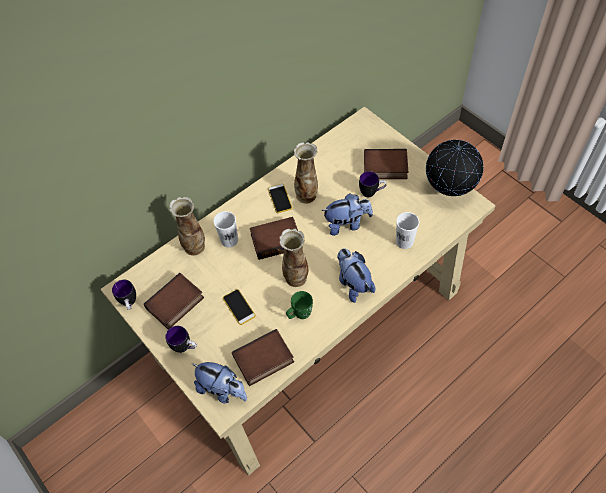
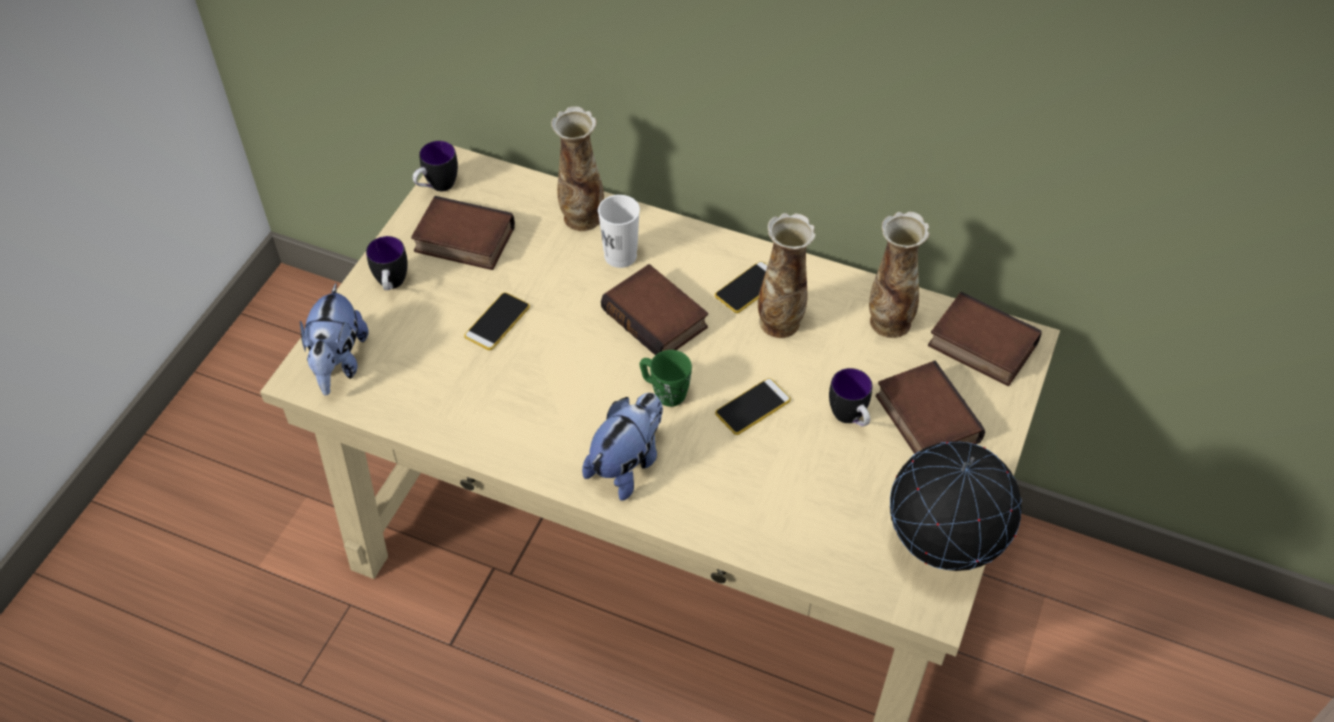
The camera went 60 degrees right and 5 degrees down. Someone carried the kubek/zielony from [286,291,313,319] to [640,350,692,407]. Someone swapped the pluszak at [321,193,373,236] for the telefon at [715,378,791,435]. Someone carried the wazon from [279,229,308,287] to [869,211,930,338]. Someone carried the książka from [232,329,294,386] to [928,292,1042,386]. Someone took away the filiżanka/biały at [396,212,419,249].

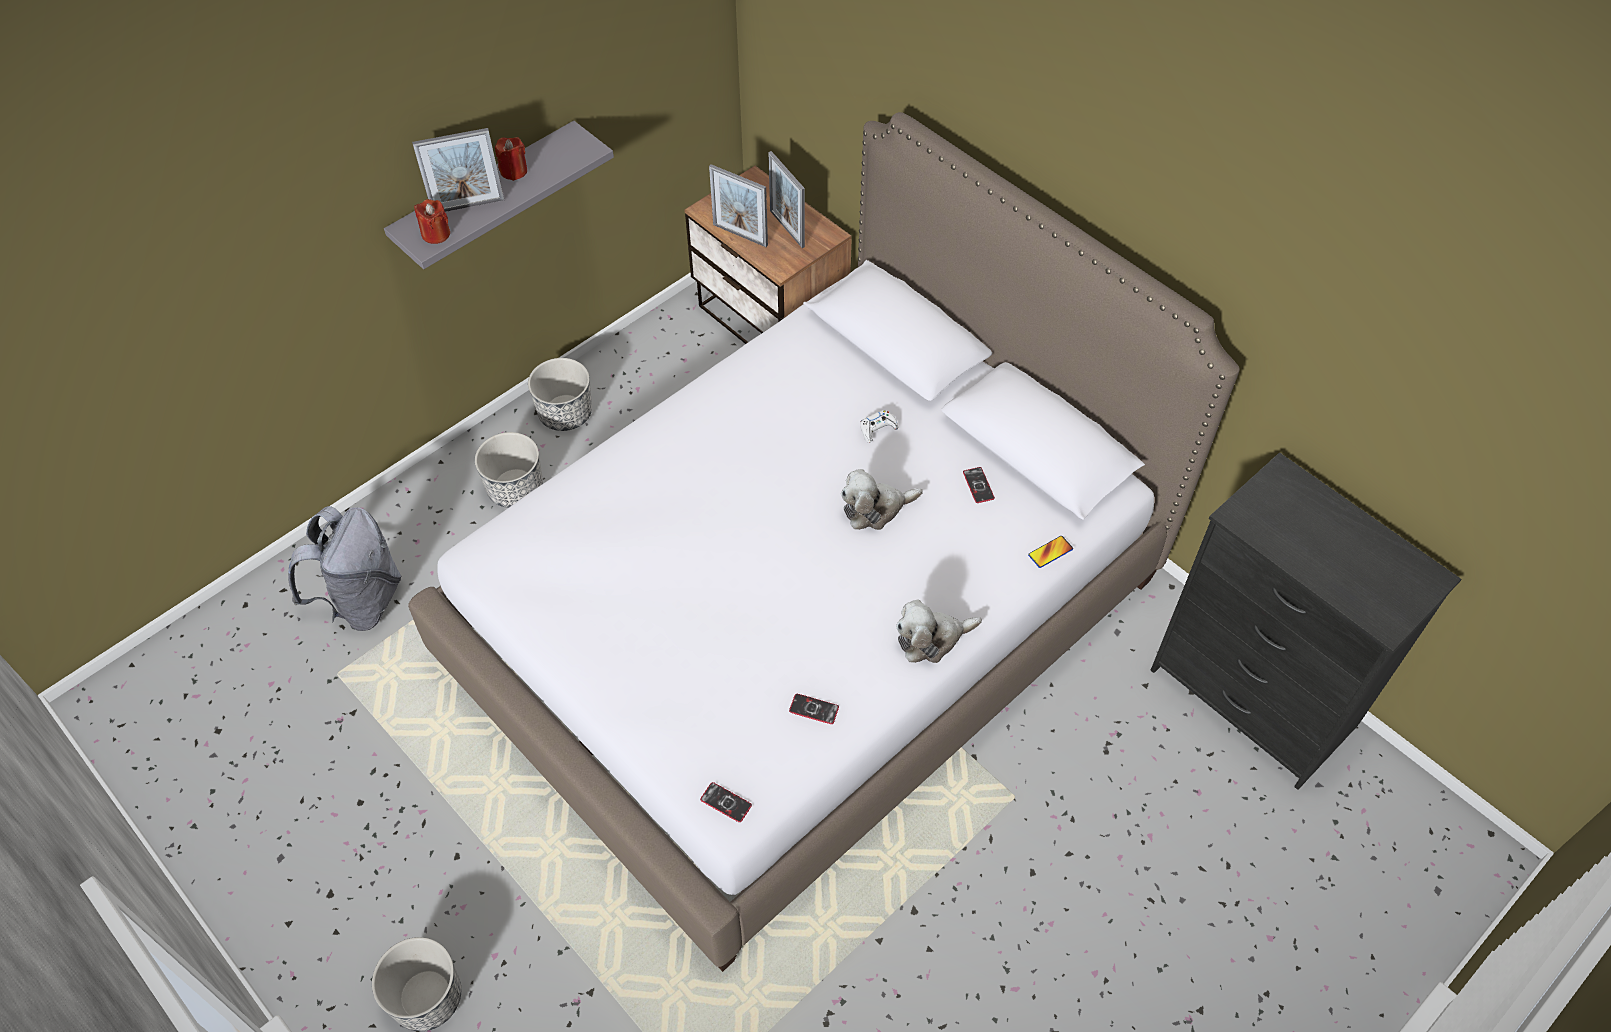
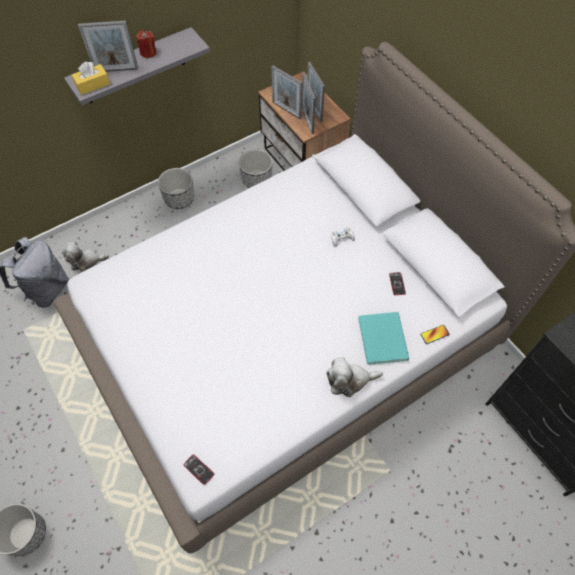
The camera went 10 degrees right and 5 degrees up. Someone carried the pluszak from [841,469,923,530] to [62,242,109,272]. Someone swapped the świeca/czerwony at [414,199,450,244] for the pudełko chusteczek/żółty at [72,62,110,95]. Someone carried the donica from [475,432,543,508] to [239,149,273,188]. Someone put down the ramka na zdjęcie at [302,72,316,134]. Someone put down the książka/turkusowy at [358,312,409,365]. Someone took away the telefon at [789,694,839,724].

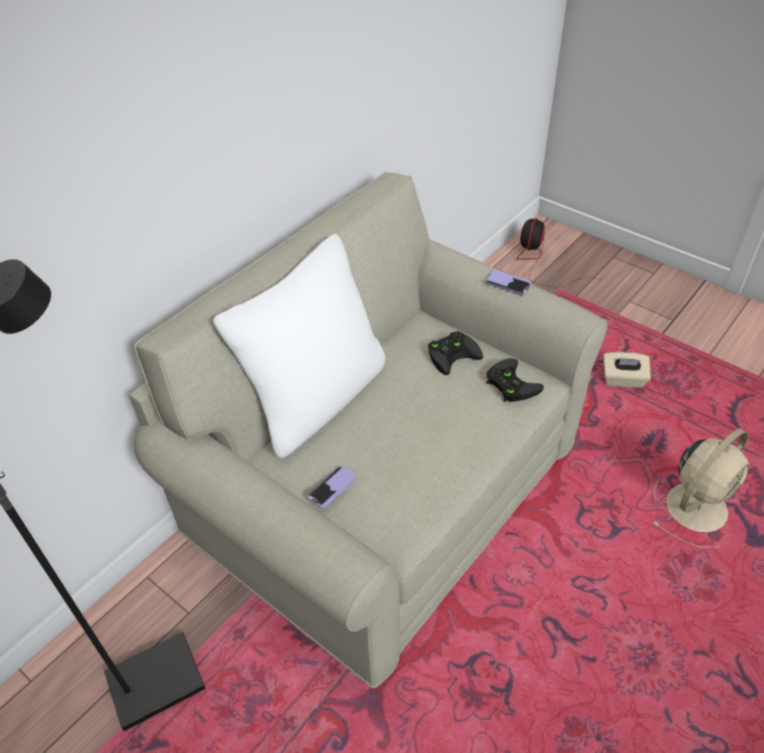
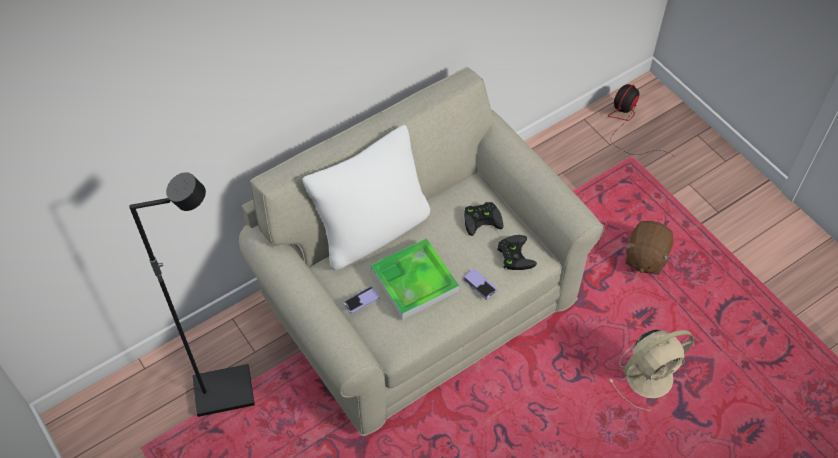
The camera went 15 degrees right and 10 degrees up. Someone put down the taca at [371,238,459,320]. Someone carried the telefon from [486,270,532,296] to [463,269,497,300]. Someone swapped the pudełko chusteczek/beżowy at [603,352,651,388] for the pluszak/brązowy at [625,221,673,274].

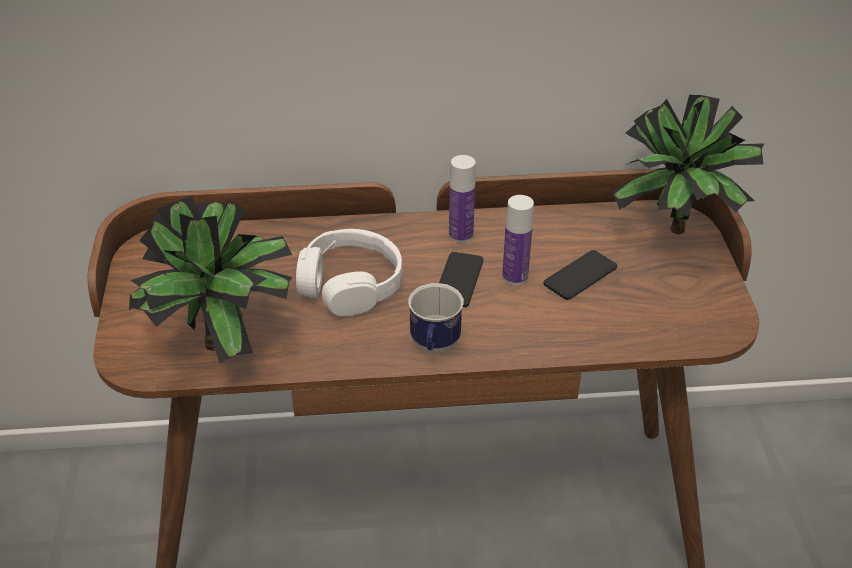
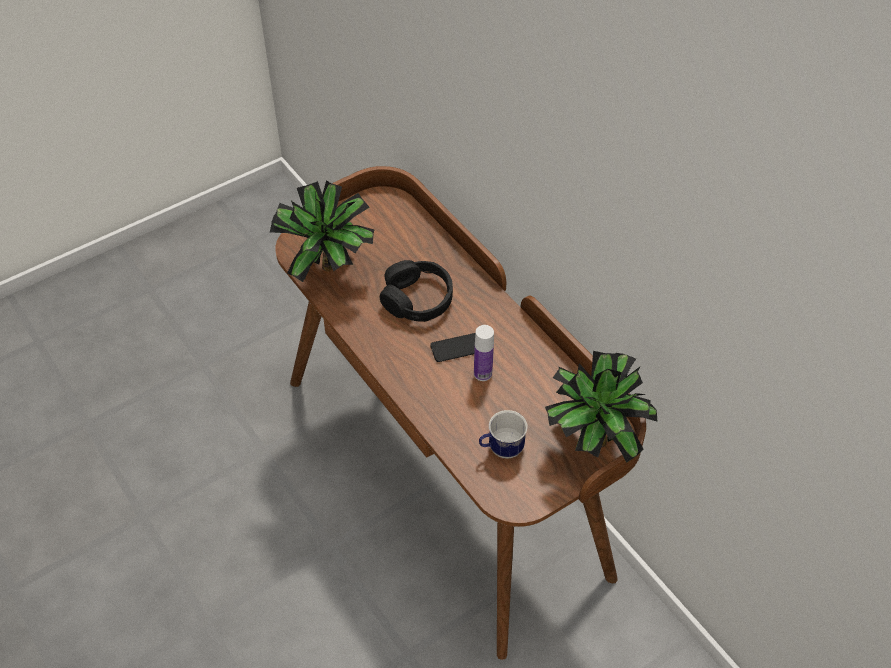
The camera went 60 degrees right and 10 degrees up. Someone repainted the słuchawki/biały at [296,229,402,316], which became the słuchawki/czarny at [380,260,453,322]. Someone carried the kubek from [408,283,464,353] to [479,410,528,458]. Someone took away the butelka at [449,155,476,243]. Someone took away the telefon at [544,250,617,300].

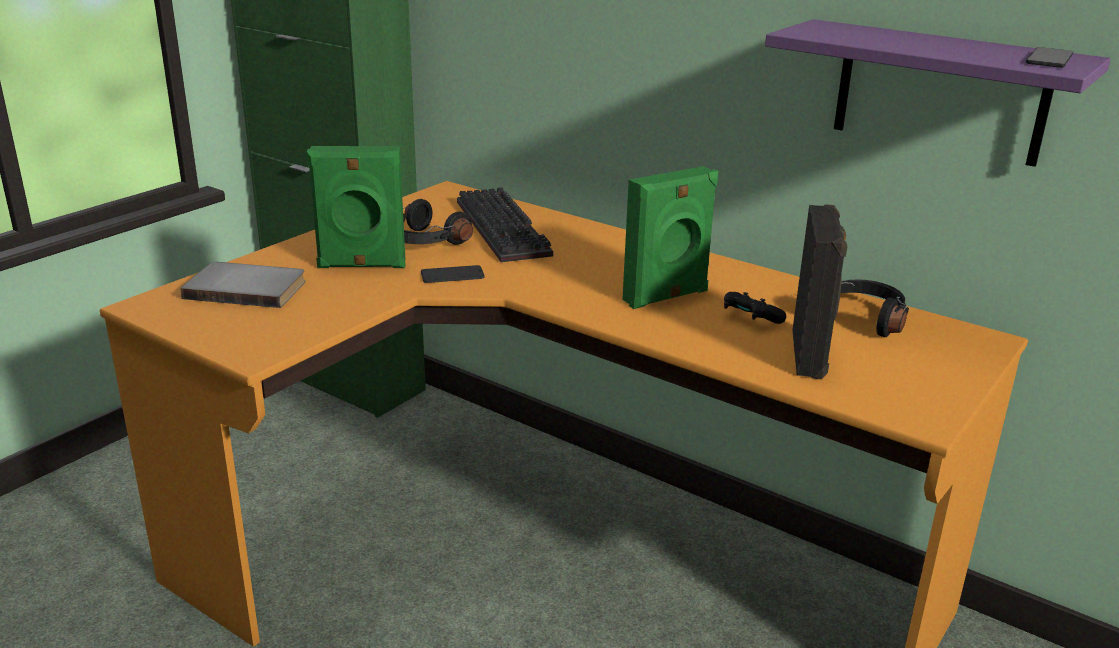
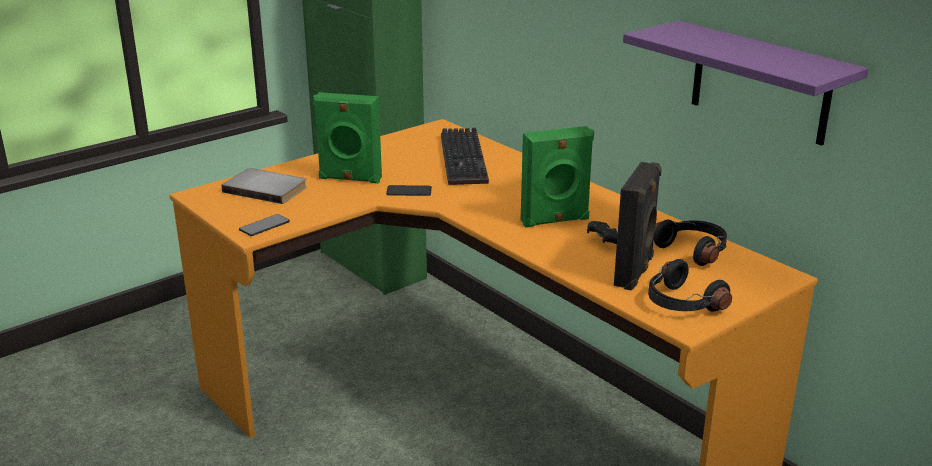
The camera went 15 degrees right and 0 degrees up. Someone carried the telefon from [1026,47,1073,68] to [239,214,290,236]. Someone carried the słuchawki/czarny from [403,199,473,245] to [648,259,732,312].

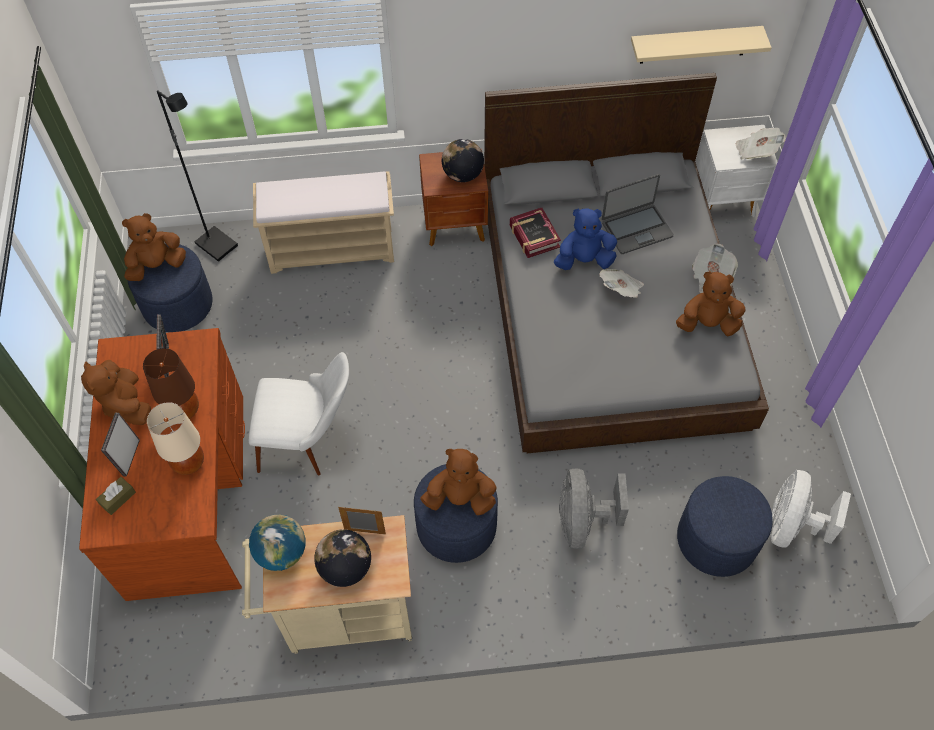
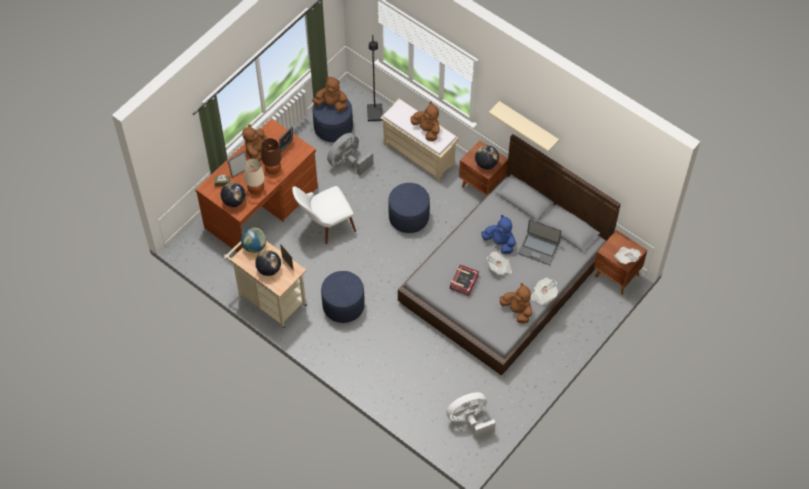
The camera went 45 degrees right and 0 degrees up. Someone put down the globus at [221,182,246,207]. Someone rotated the krzesło/biały at [249,352,349,475] by 105 degrees clockwise. Someone carried the wentylator/szary from [559,468,629,549] to [327,133,373,176]. Someone carried the pufa/niebieski from [677,476,773,577] to [389,183,430,233]. Someone carried the pluszak/brązowy from [420,449,497,515] to [410,102,440,141]. Someone carried the książka from [510,208,561,258] to [450,265,479,296]. Someone carried the półka/beżowy from [631,26,772,64] to [489,101,559,152]. Someone repainted the szafka nocna/biały at [695,125,777,217], which became the szafka nocna/brązowy at [594,230,647,295].

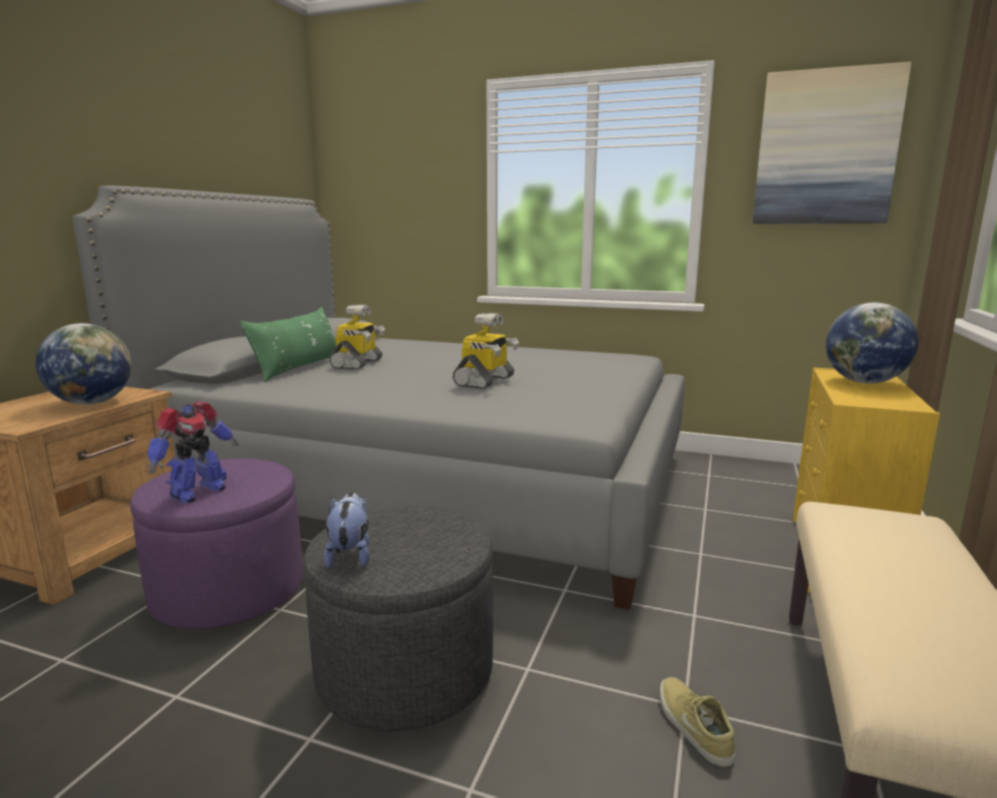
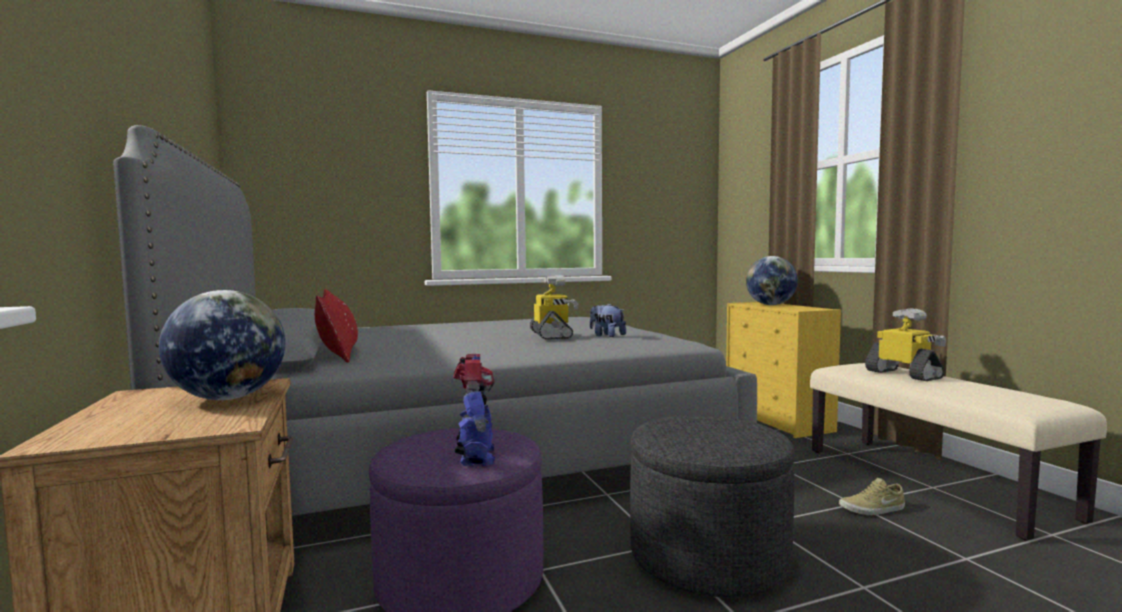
The camera went 40 degrees left and 10 degrees down. Someone repainted the poduszka/zielony at [240,307,336,382], which became the poduszka/czerwony at [315,289,358,363]. Someone carried the pluszak from [323,492,370,569] to [590,303,626,337]. Someone rotated the but/beżowy at [660,677,736,767] by 45 degrees counterclockwise. Someone carried the robot zabawkowy from [329,305,386,370] to [865,308,946,381]. Someone took away the obraz at [752,62,912,224].

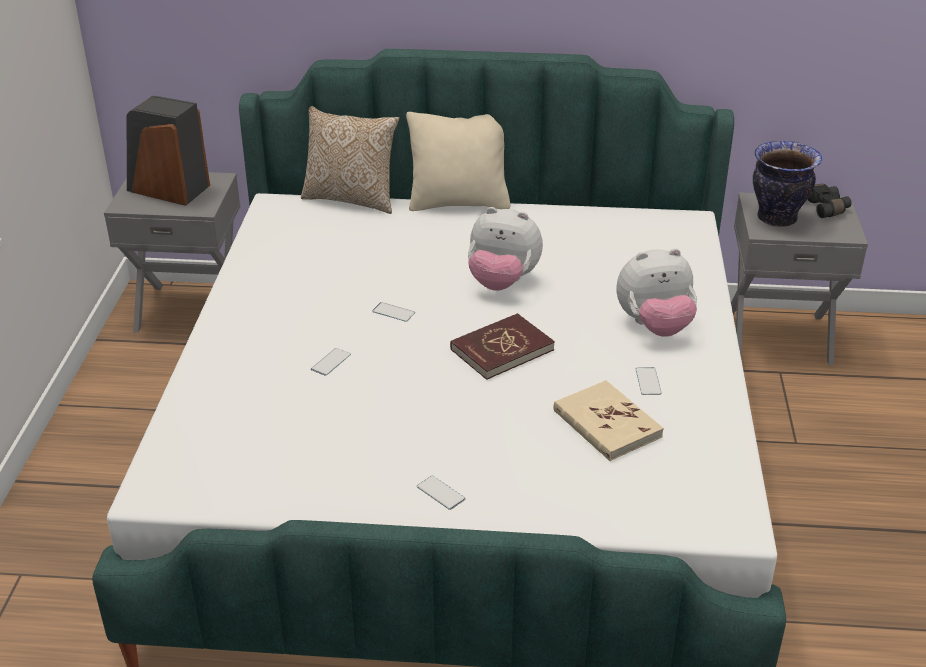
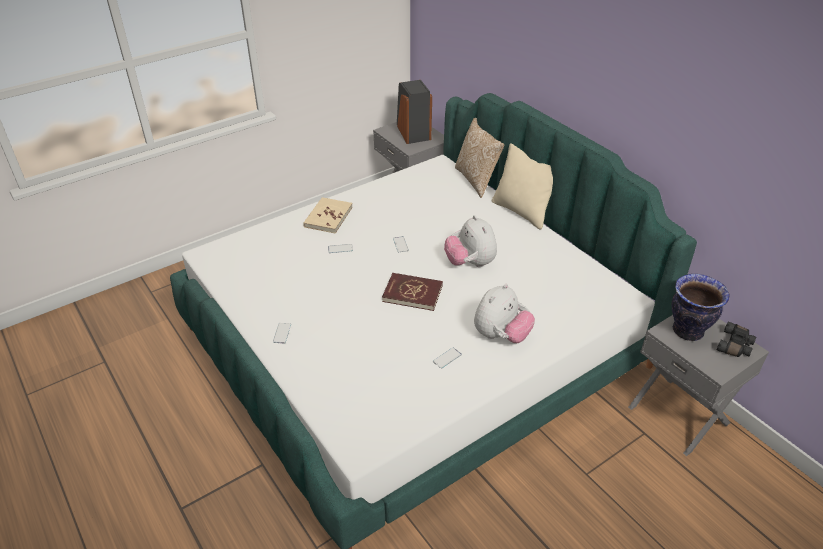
The camera went 50 degrees right and 5 degrees up. Someone carried the książka/beżowy from [553,380,664,461] to [303,197,353,234]. Someone rotated the pluszak at [616,248,697,337] by 90 degrees counterclockwise.

